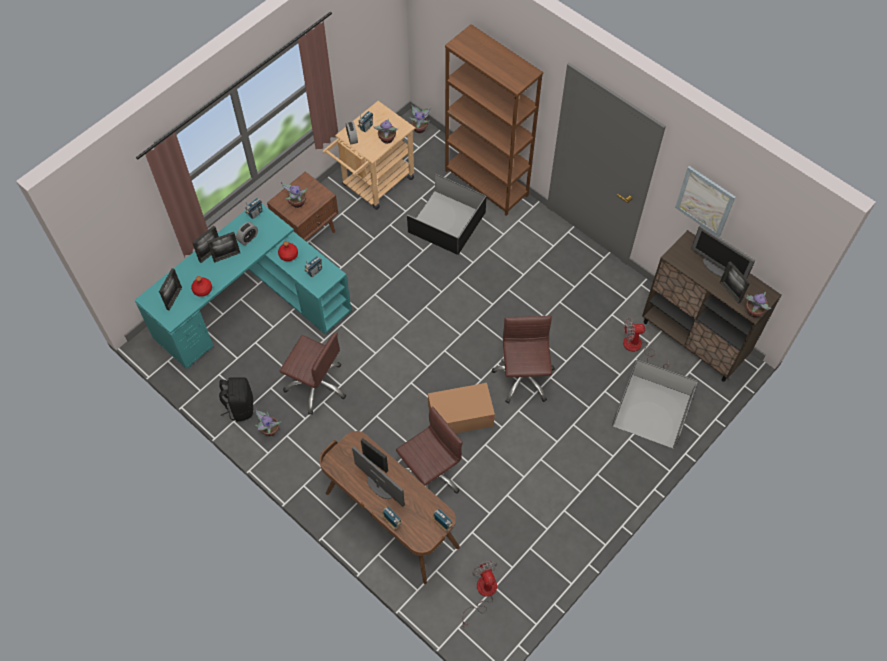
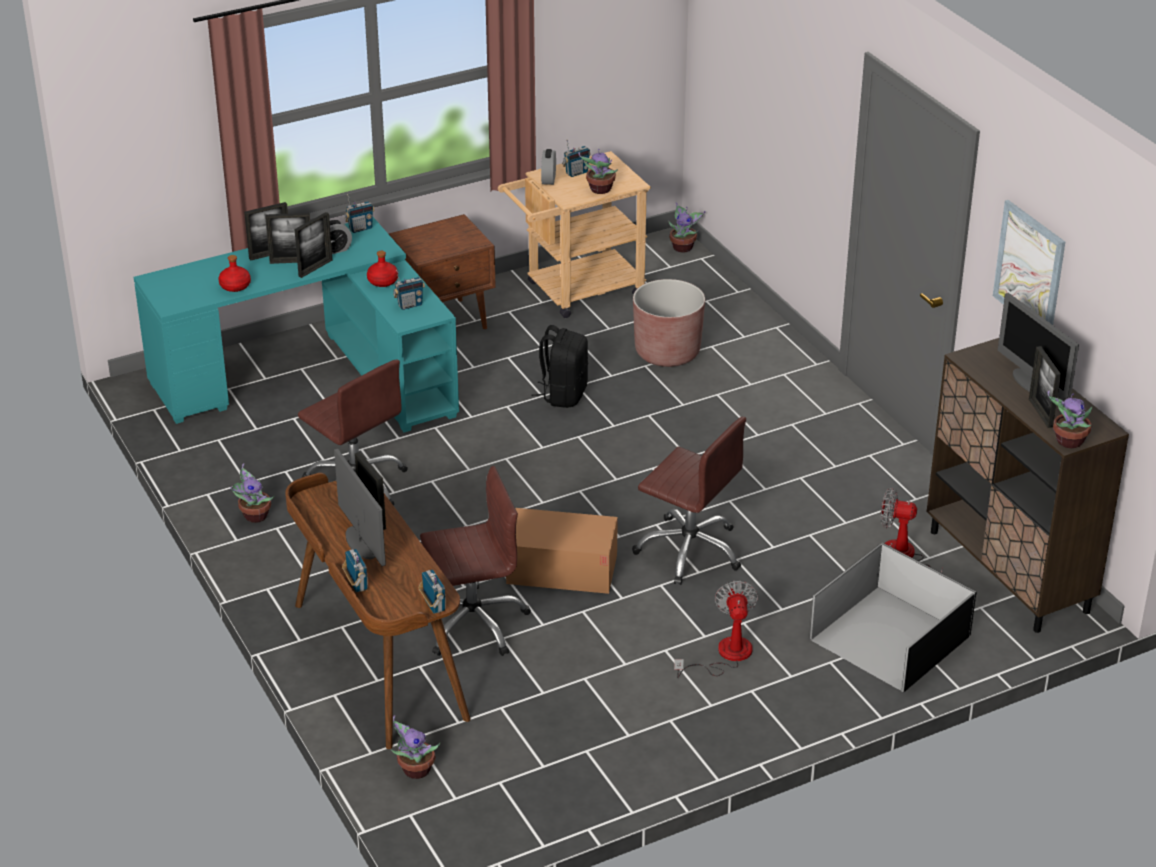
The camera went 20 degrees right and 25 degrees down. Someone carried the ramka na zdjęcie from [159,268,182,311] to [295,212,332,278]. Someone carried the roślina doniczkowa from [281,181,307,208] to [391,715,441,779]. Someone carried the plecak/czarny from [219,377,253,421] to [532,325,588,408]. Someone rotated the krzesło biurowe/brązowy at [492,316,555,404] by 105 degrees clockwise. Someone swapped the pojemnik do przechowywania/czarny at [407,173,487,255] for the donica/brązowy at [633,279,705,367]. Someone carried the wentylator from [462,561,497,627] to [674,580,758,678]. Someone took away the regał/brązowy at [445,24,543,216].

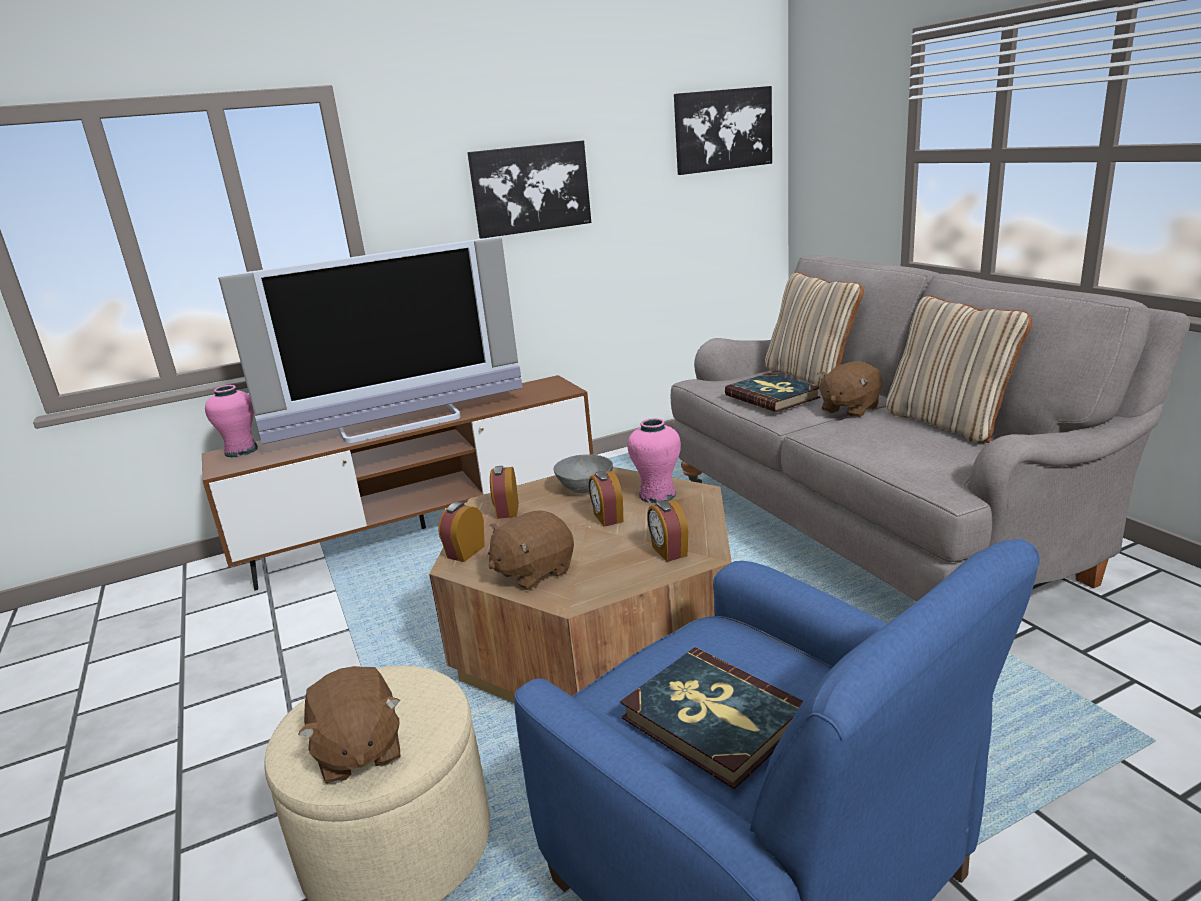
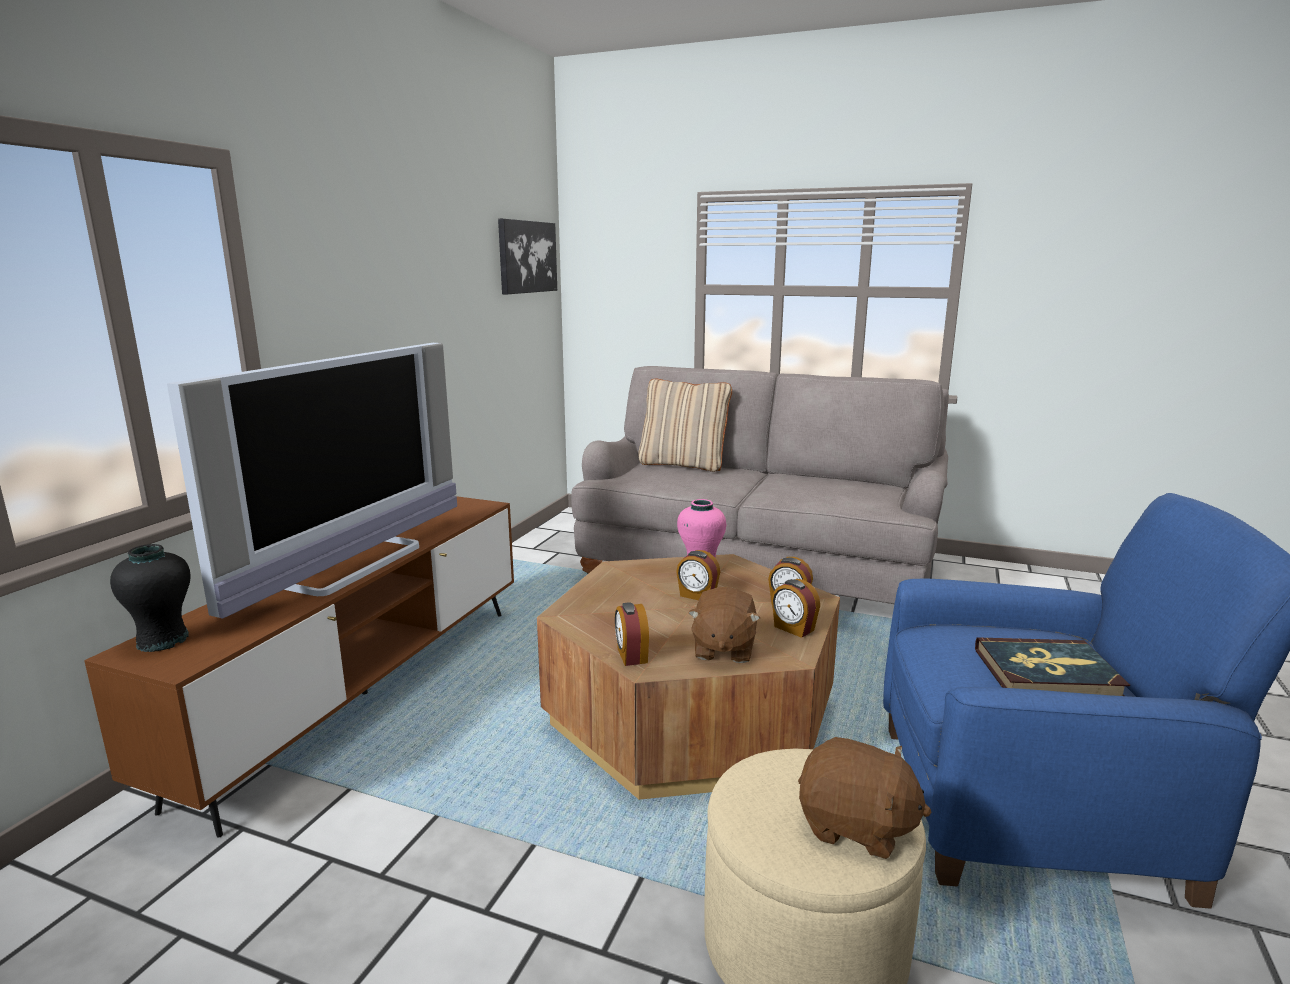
The camera went 45 degrees left and 5 degrees down. Someone repainted the wazon/różowy at [205,385,258,457], which became the wazon/czarny at [110,544,191,652]. Someone carried the budzik from [490,466,519,519] to [772,579,820,638]. Someone took away the obraz at [468,141,591,239]. Someone took away the miska/szary at [554,454,613,493]. Someone took away the książka at [725,373,821,412]. Someone took away the pluszak/brązowy at [817,361,882,418]. Someone took away the poduszka/beżowy at [886,295,1032,443].

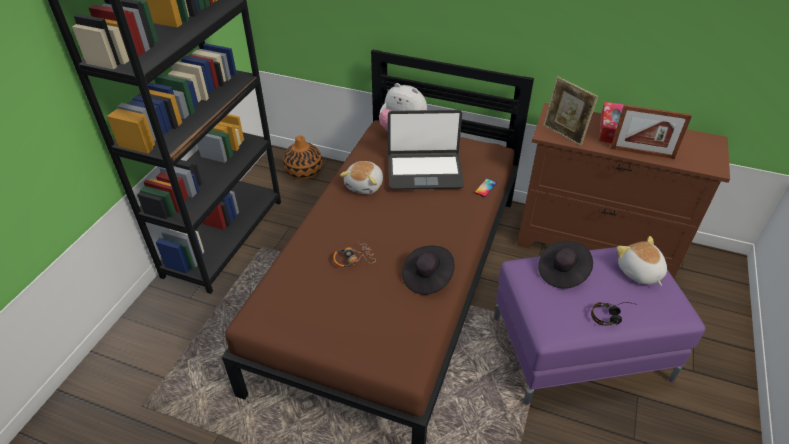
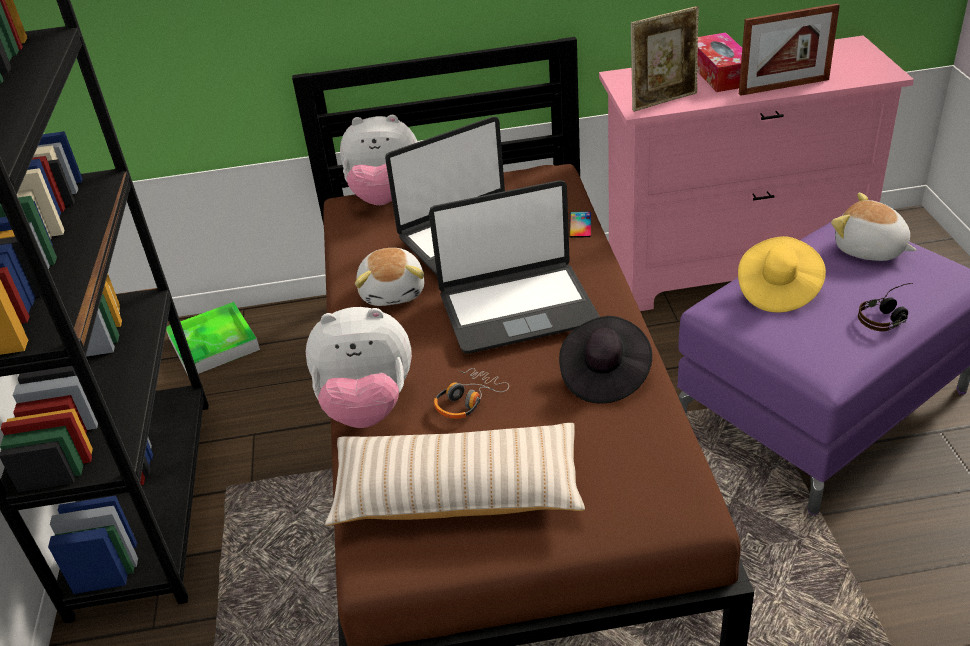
The camera went 25 degrees left and 5 degrees down. Someone swapped the wazon at [283,136,322,180] for the taca at [166,302,260,375]. Someone put down the pluszak at [306,307,412,428]. Someone put down the poduszka/beżowy at [325,423,585,526]. Someone put down the laptop at [429,180,600,354]. Someone repainted the komoda/brązowy at [517,103,730,278], which became the komoda/różowy at [599,35,914,311]. Someone rotated the ramka na zdjęcie at [543,76,598,146] by 45 degrees counterclockwise. Someone repainted the kapelusz/czarny at [538,241,593,289], which became the kapelusz/żółty at [738,236,826,313].

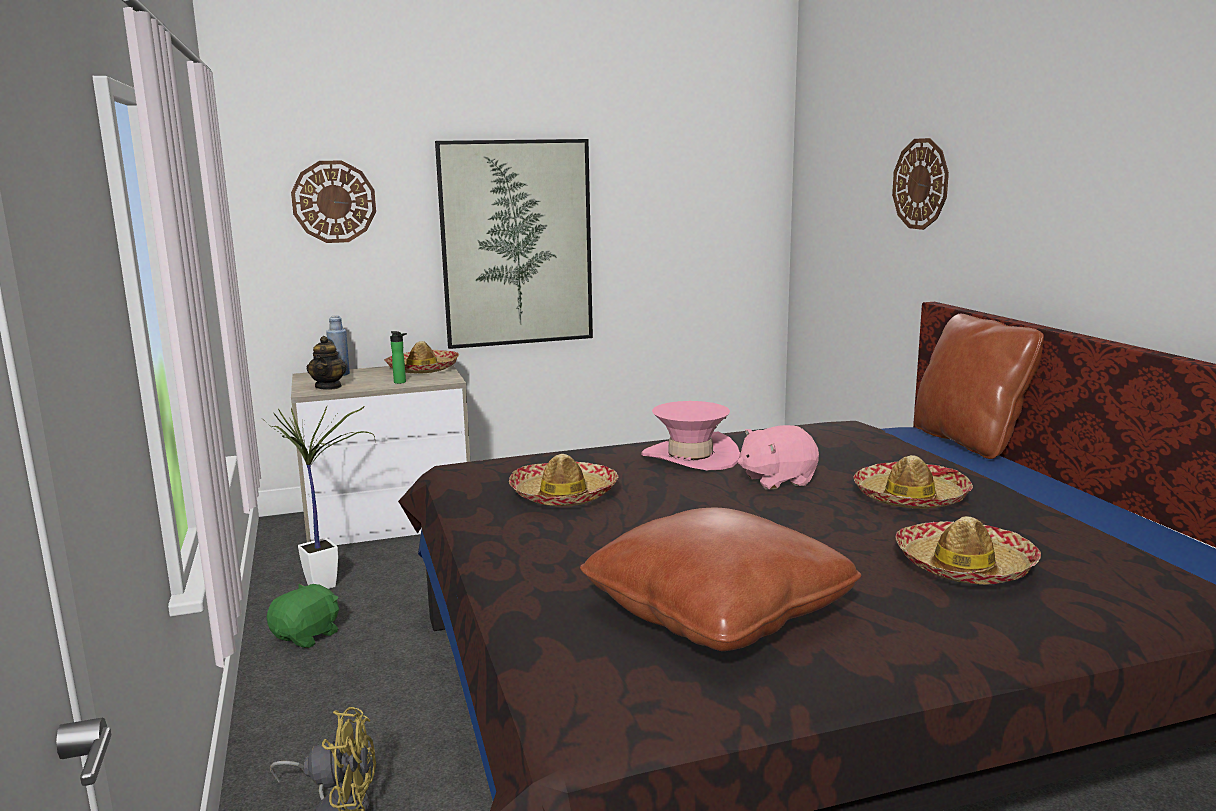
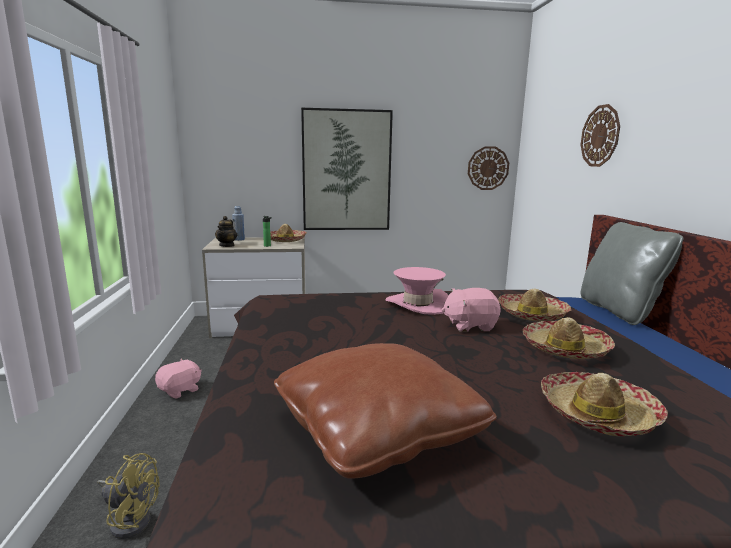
The camera went 10 degrees right and 0 degrees up. Someone repainted the pluszak/zielony at [267,584,339,648], which became the pluszak/różowy at [155,359,202,399]. Someone carried the zegar ścienny from [291,160,376,243] to [468,146,509,190]. Someone carried the kapelusz from [509,454,619,506] to [498,289,572,322]. Someone repainted the poduszka/brązowy at [914,314,1044,459], which became the poduszka/szary at [580,222,684,325]. Someone took away the roślina doniczkowa at [266,405,376,589].

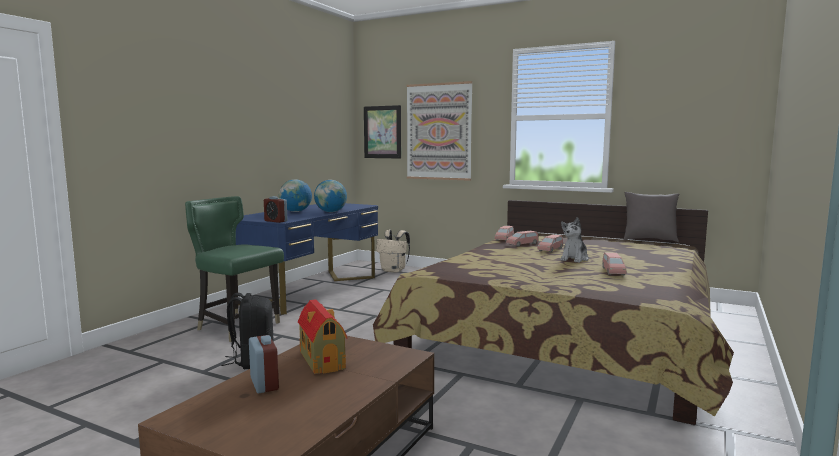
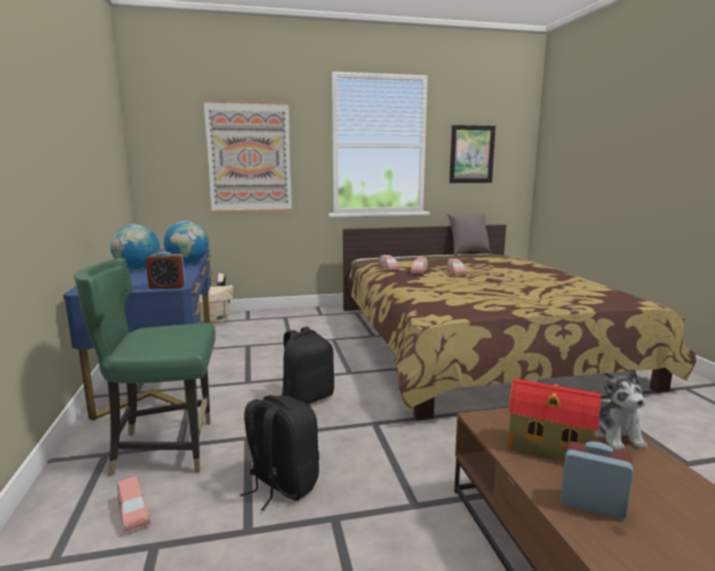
The camera went 40 degrees left and 5 degrees up. Someone carried the samochodzik/różowy from [602,252,626,275] to [117,476,151,533]. Someone put down the plecak/czarny at [282,327,334,405]. Someone carried the obraz from [364,105,401,159] to [449,125,496,183]. Someone carried the pluszak from [560,217,589,263] to [594,368,647,451].

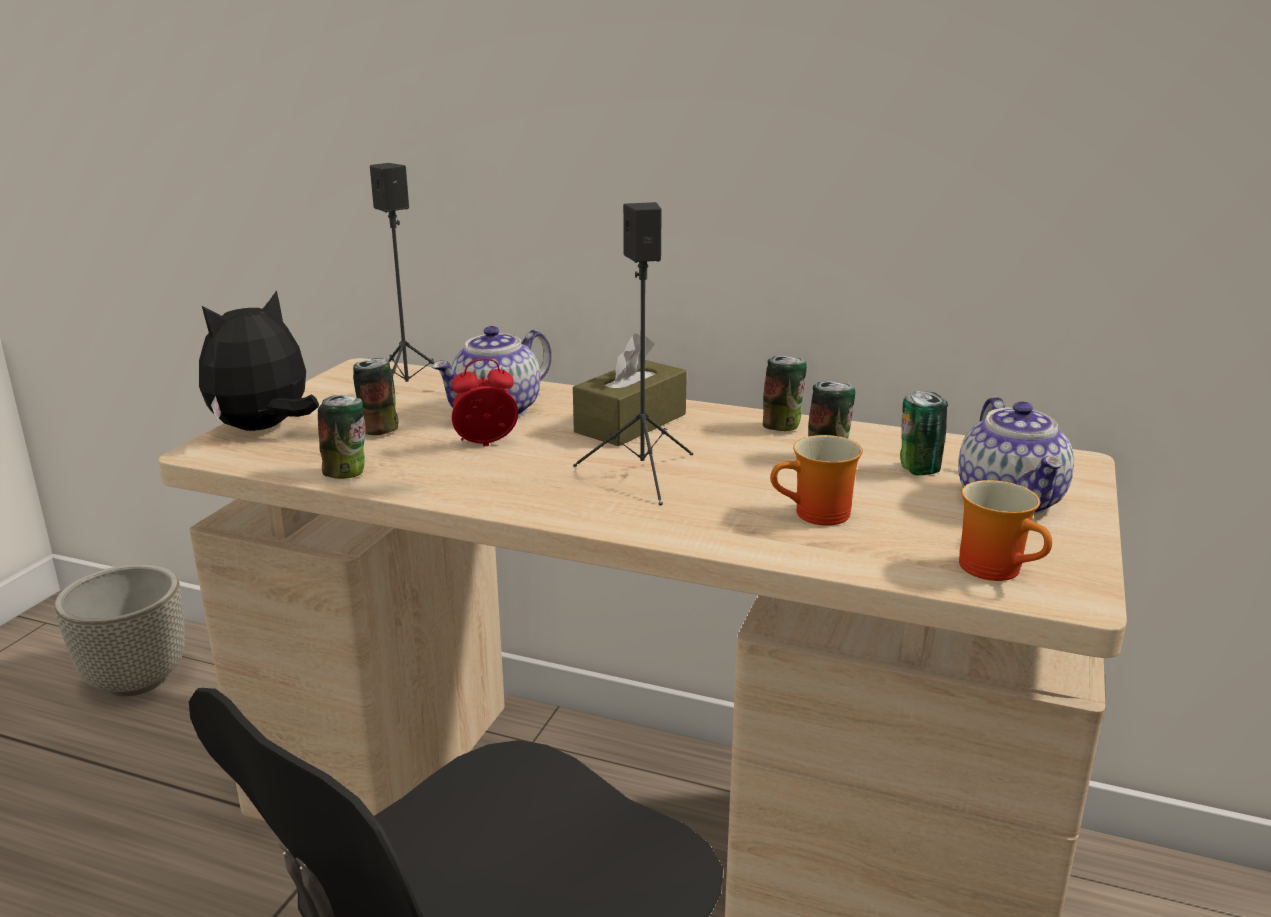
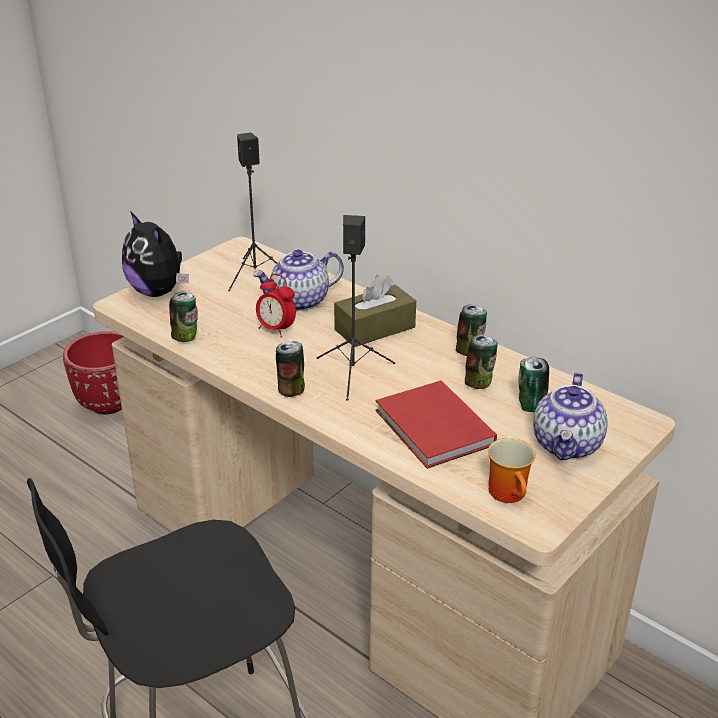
The camera went 20 degrees right and 10 degrees up. Someone repainted the donica/szary at [55,564,185,696], which became the donica/czerwony at [63,331,124,415]. Someone rotated the pluszak at [199,290,319,431] by 105 degrees counterclockwise. Someone rotated the budzik at [451,359,518,447] by 150 degrees counterclockwise. Someone carried the puszka from [353,357,399,435] to [276,341,305,397]. Someone swapped the kubek at [770,435,863,526] for the książka/czerwony at [375,380,497,469].

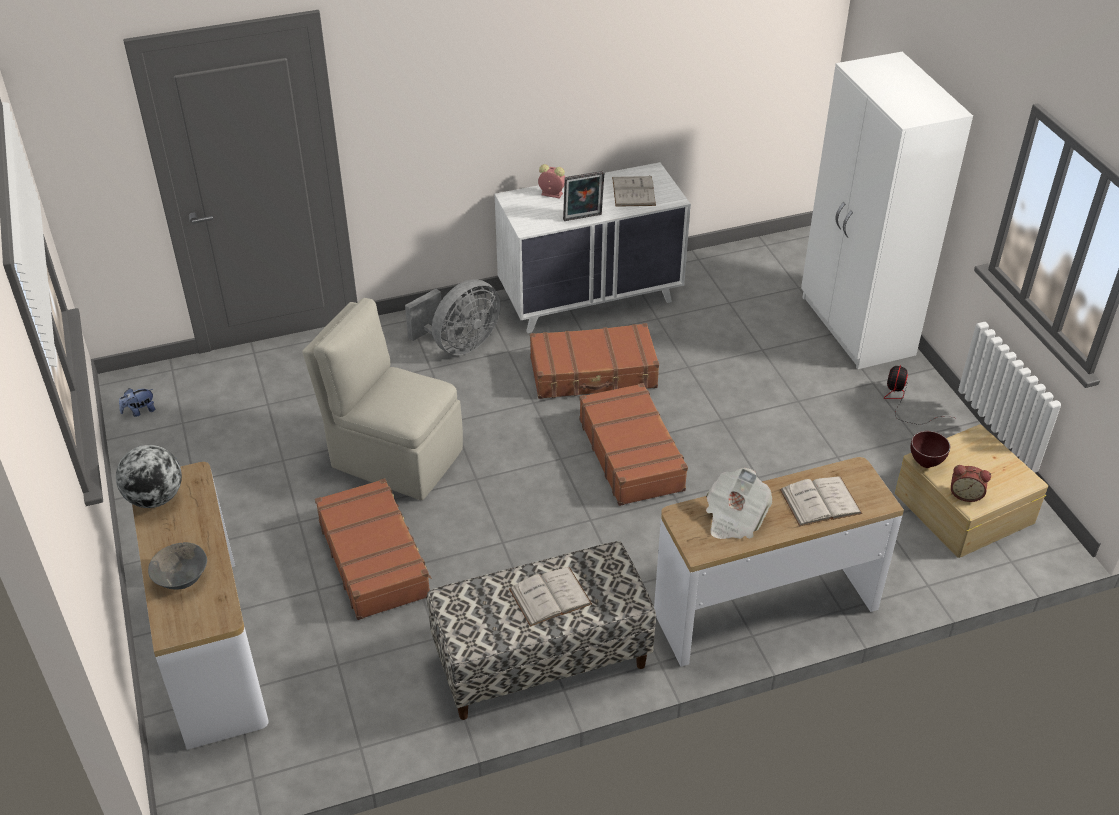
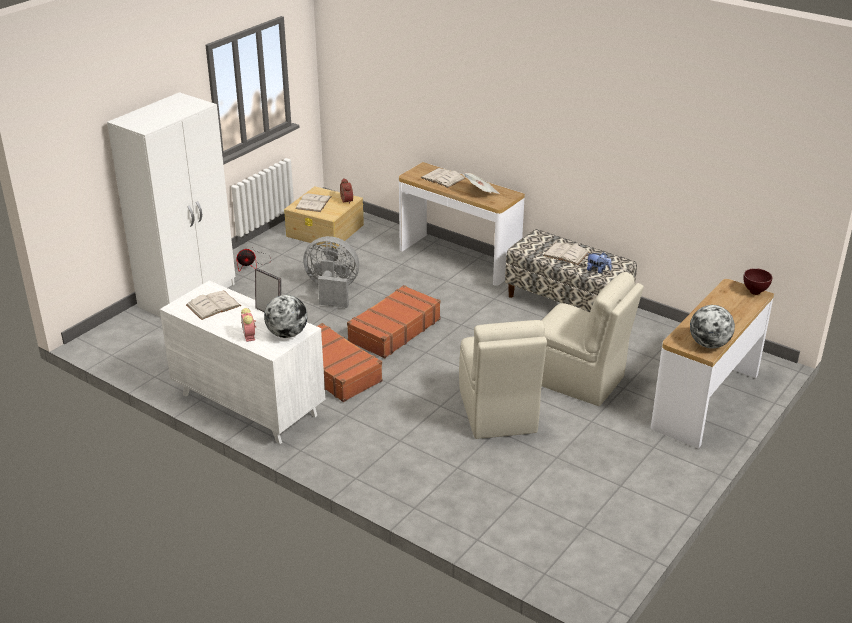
The camera went 125 degrees left and 10 degrees down. Someone put down the globus at [264,295,308,338]. Someone put down the książka/biały at [296,193,331,212]. Someone carried the wentylator/szary from [405,279,501,355] to [303,236,359,308]. Someone swapped the walizka/brązowy at [315,478,432,620] for the krzesło/beżowy at [541,272,644,406]. Someone carried the pluszak from [119,388,155,417] to [587,252,612,274]. Someone carried the miska/brązowy from [911,431,950,468] to [743,268,773,295]. Someone took away the miska/szary at [148,542,207,590].

